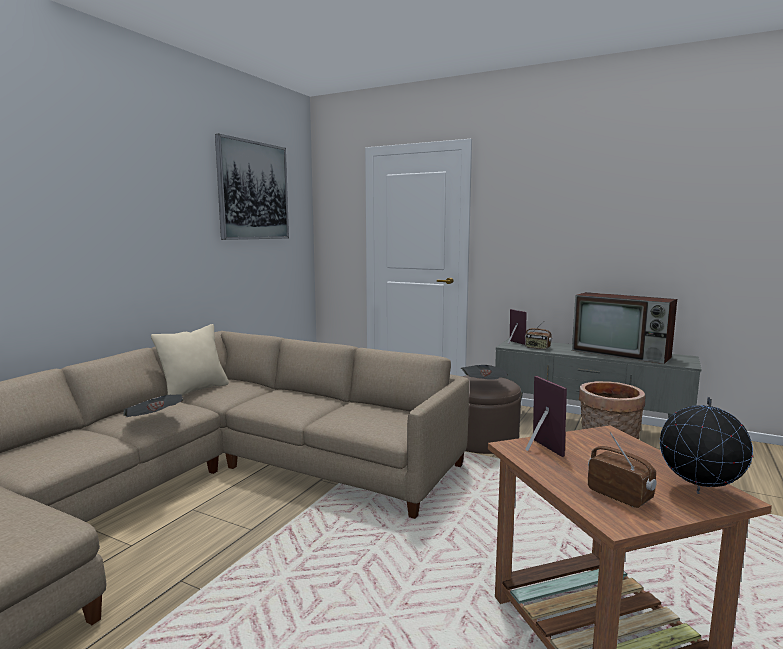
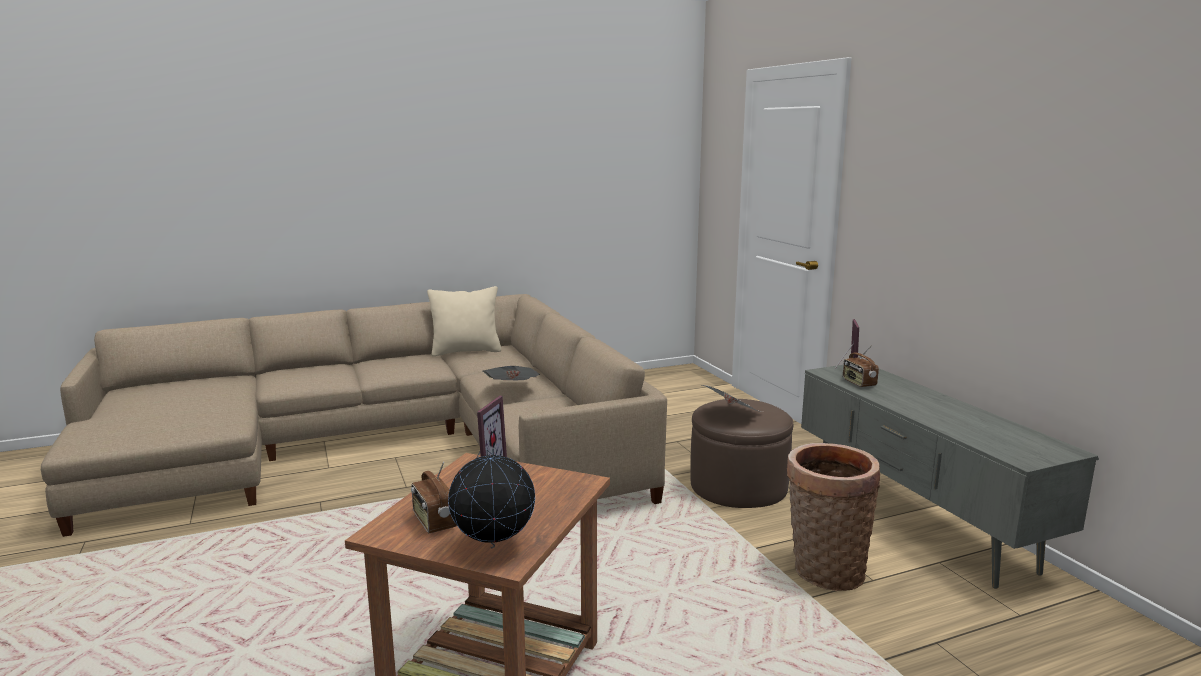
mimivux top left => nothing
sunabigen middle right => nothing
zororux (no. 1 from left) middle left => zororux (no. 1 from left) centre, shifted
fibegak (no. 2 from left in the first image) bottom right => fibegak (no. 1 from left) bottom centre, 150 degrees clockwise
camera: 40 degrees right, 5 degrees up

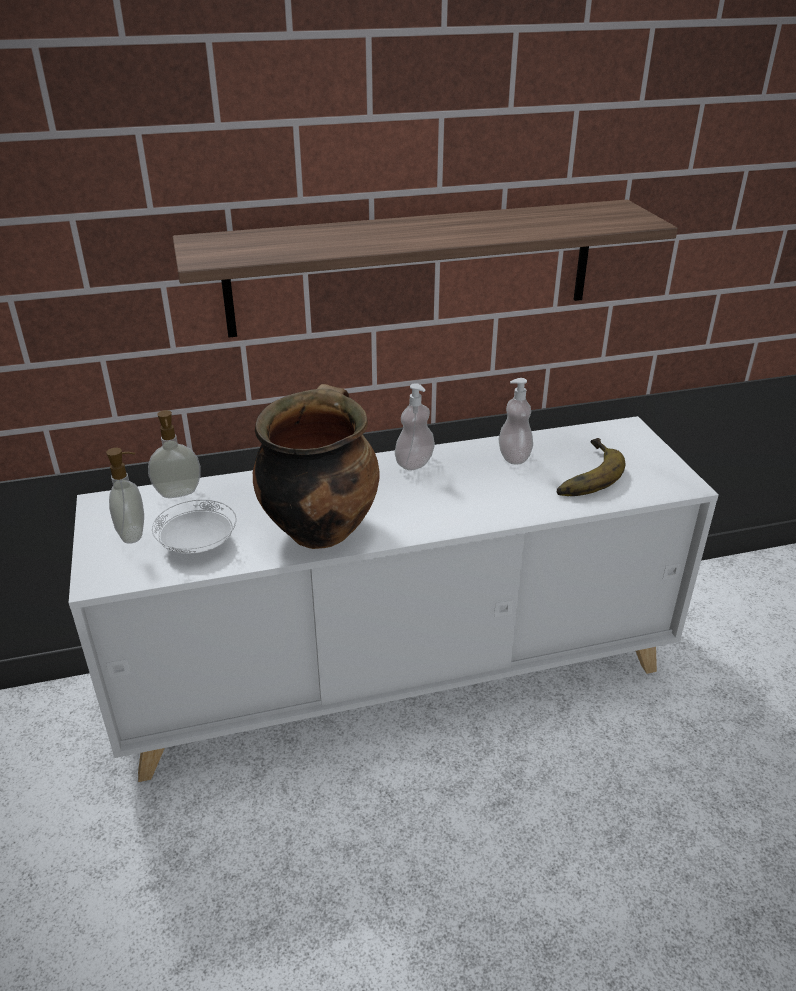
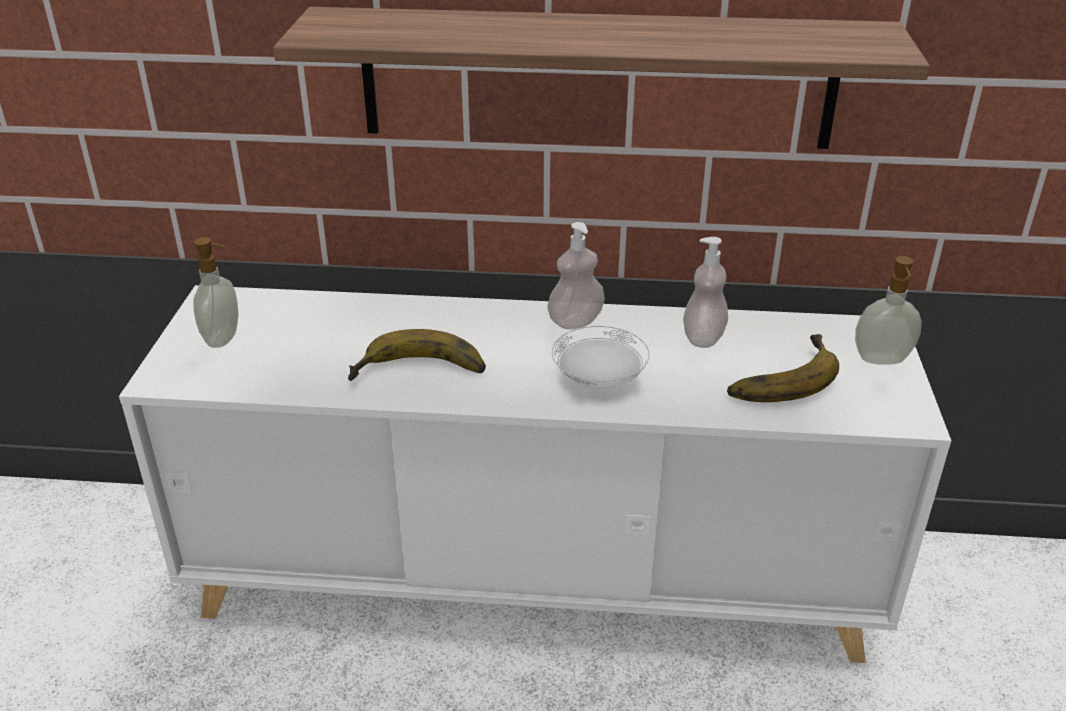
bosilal (no. 2 from left in the first image) middle left => bosilal (no. 4 from left) middle right, shifted
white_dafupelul middle left => white_dafupelul centre, shifted
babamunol centre => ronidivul (no. 1 from left) centre
camera: 20 degrees right, 0 degrees up

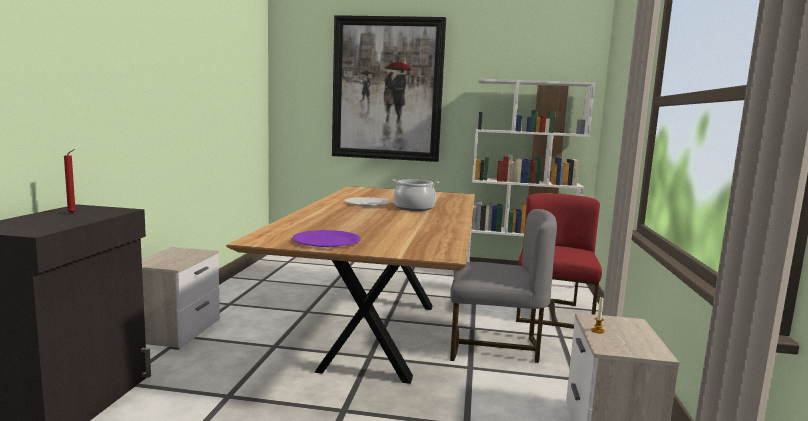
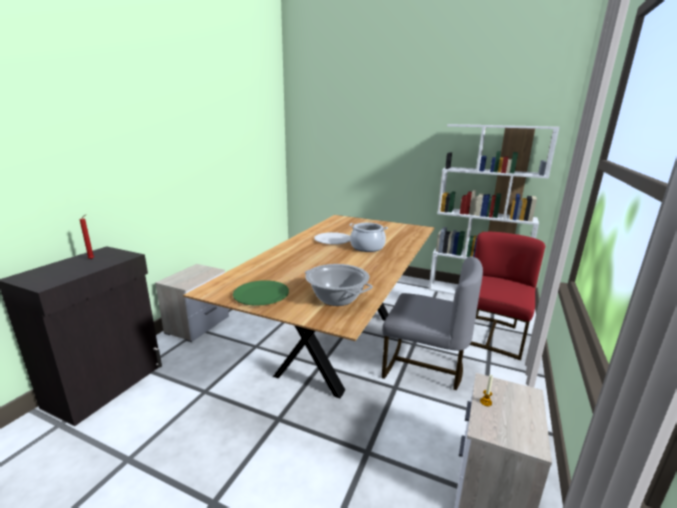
mimivux top centre => nothing
nothing => babamunol (no. 1 from left) centre
purple_dafupelul centre => green_dafupelul centre
camera: 15 degrees right, 10 degrees up

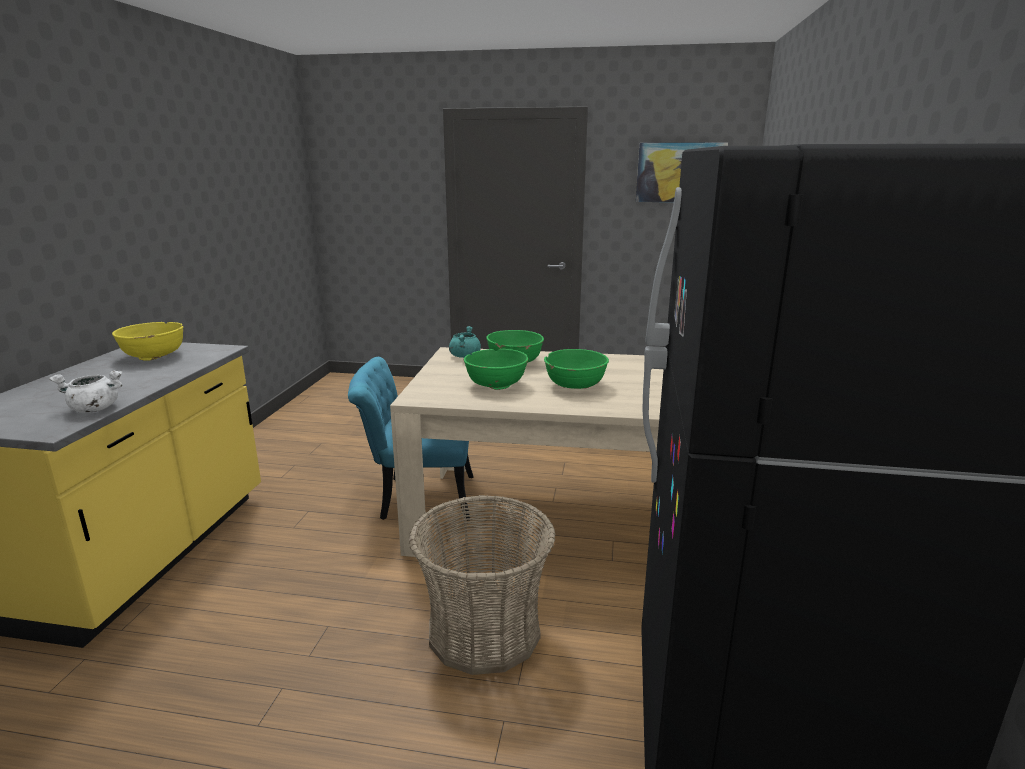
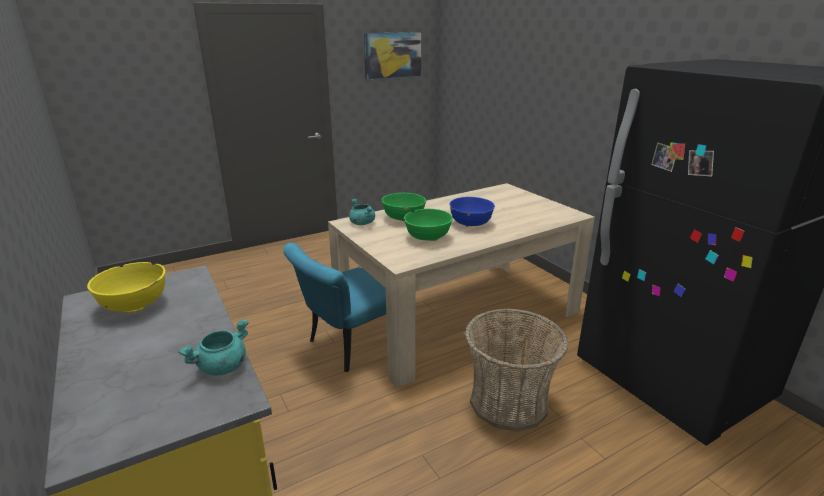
white_babamunol middle left => turquoise_babamunol (no. 1 from left) bottom left
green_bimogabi (no. 3 from left) centre => blue_bimogabi centre
camera: 40 degrees left, 5 degrees up

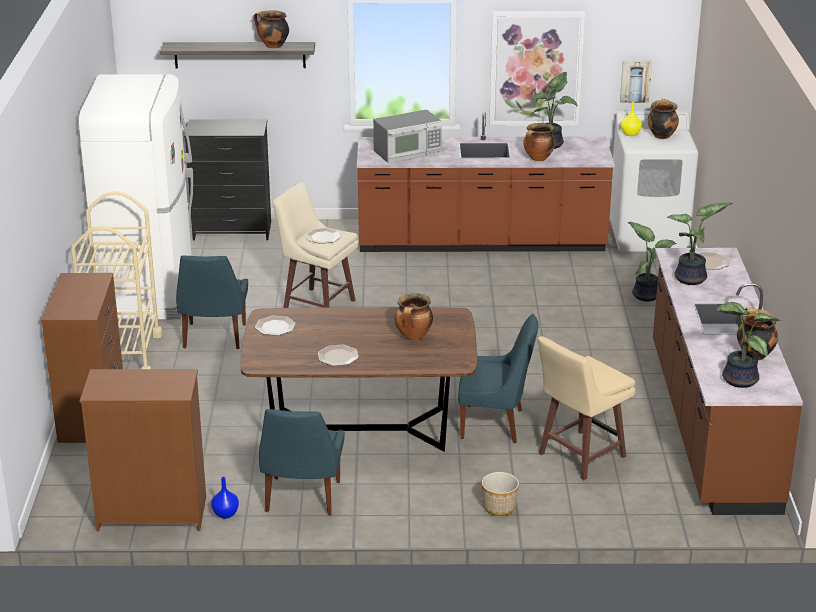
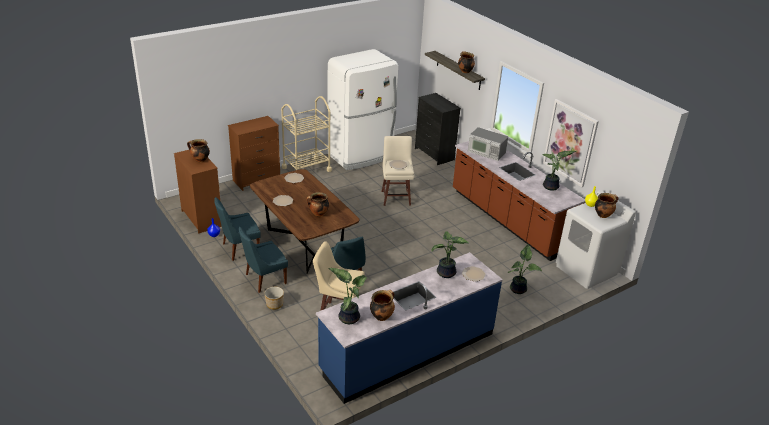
mimivux (no. 2 from left) top right => nothing
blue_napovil (no. 1 from left in the first image) middle left => blue_napovil (no. 2 from left) centre, shifted
babamunol (no. 3 from left in the first image) top centre => babamunol (no. 1 from left) middle left, shifted
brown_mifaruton (no. 2 from left) middle right => blue_mifaruton bottom centre
camera: 55 degrees right, 5 degrees up

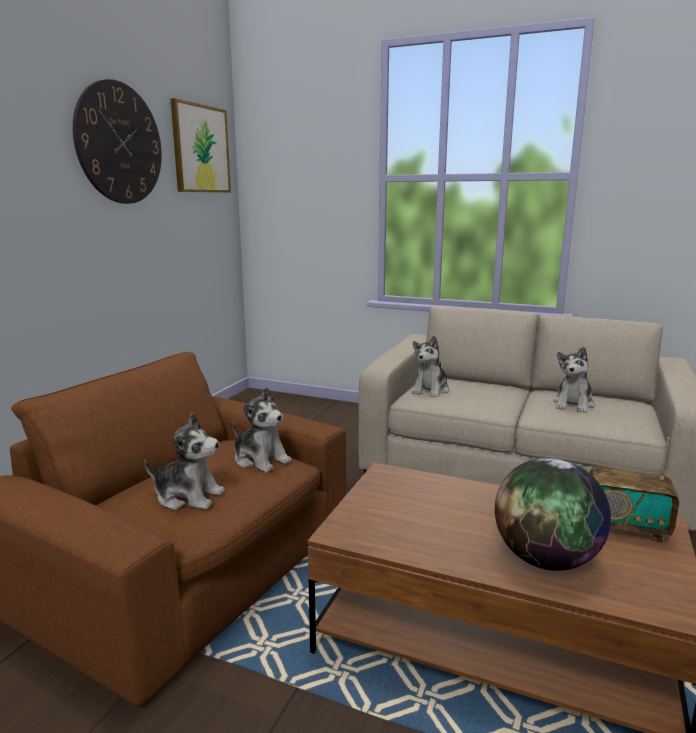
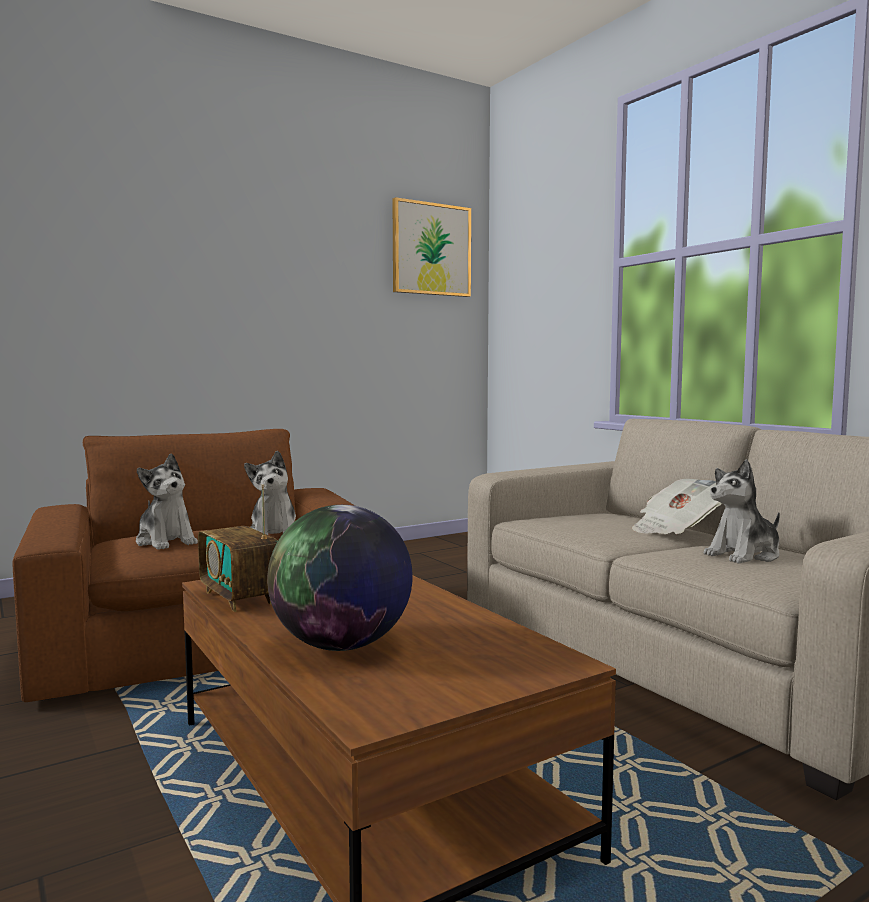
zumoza top left => nothing
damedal (no. 3 from left) centre => nothing
nothing => zororux middle right
fibegak bottom right => fibegak middle left, shifted
camera: 35 degrees right, 10 degrees down

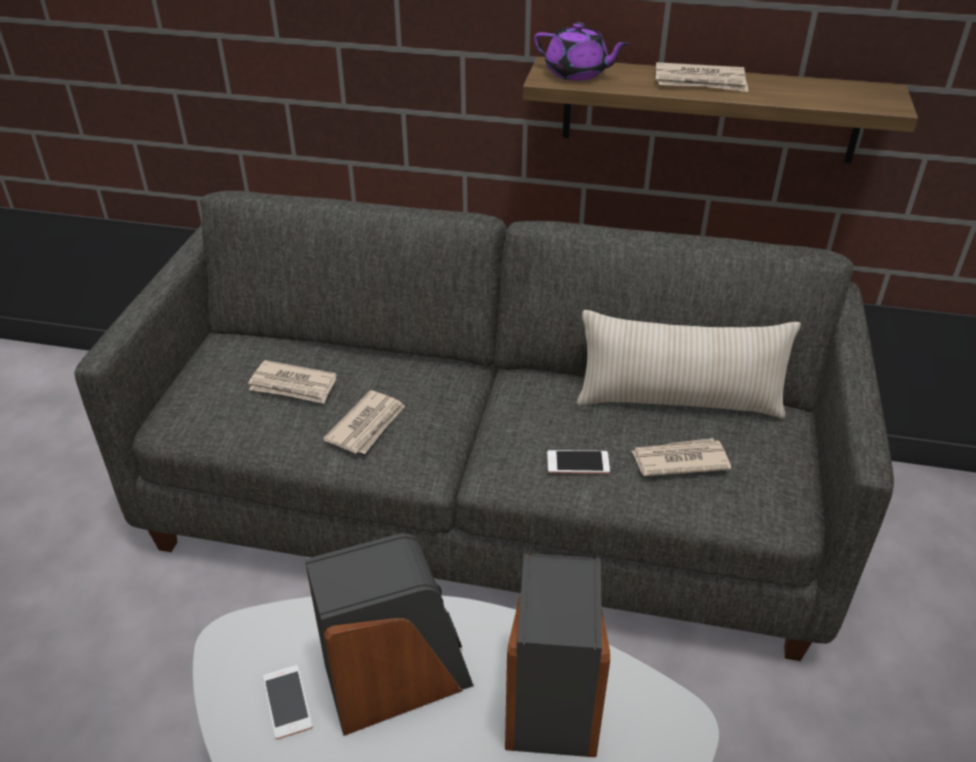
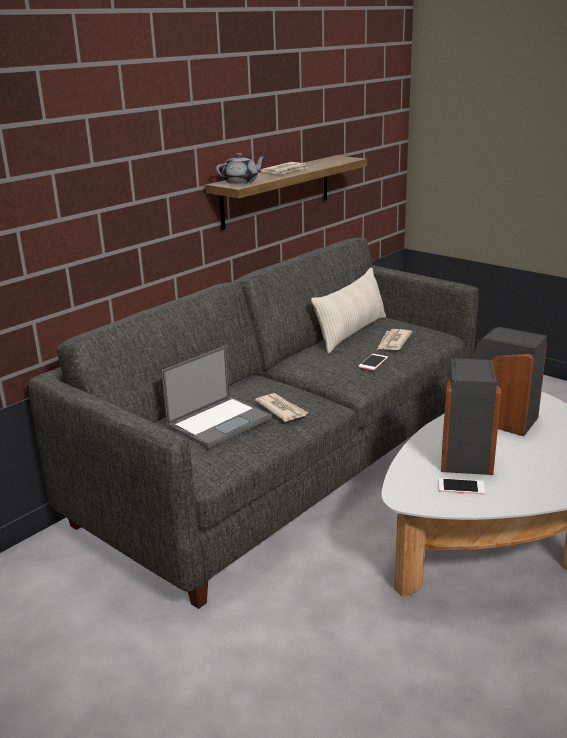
zororux (no. 1 from left) middle left => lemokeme centre
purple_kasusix top centre => grey_kasusix top centre
camera: 60 degrees left, 15 degrees down

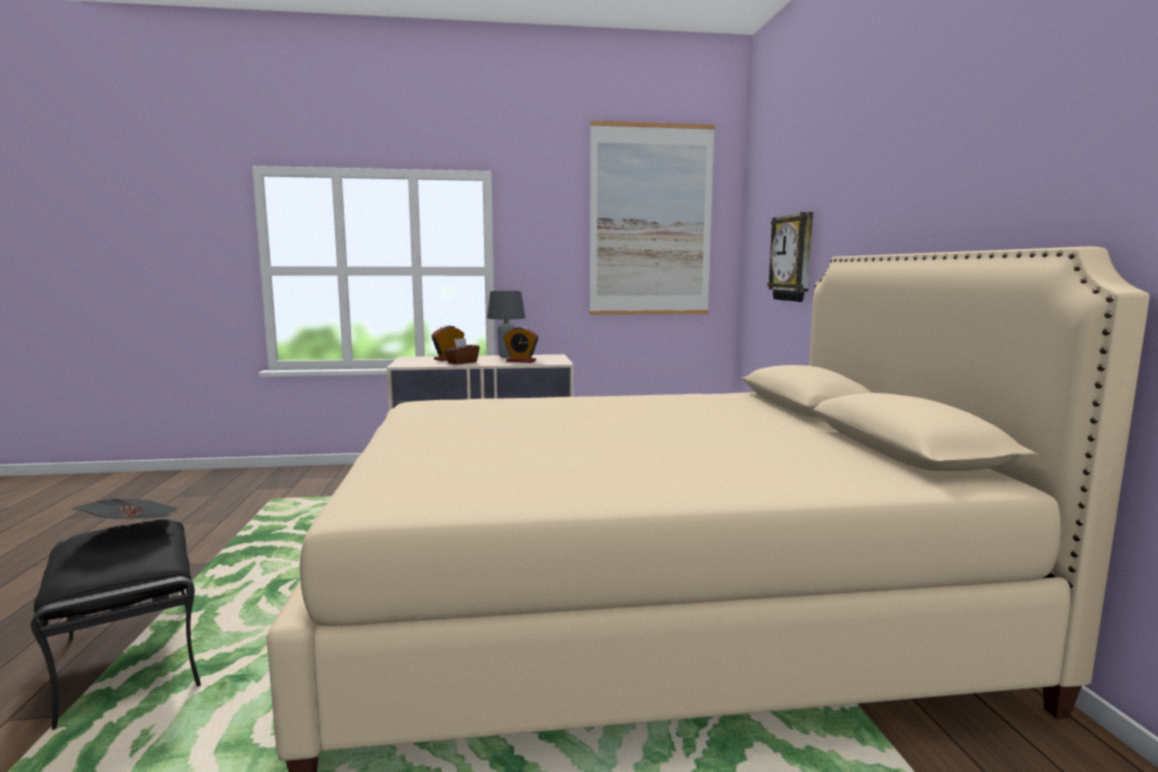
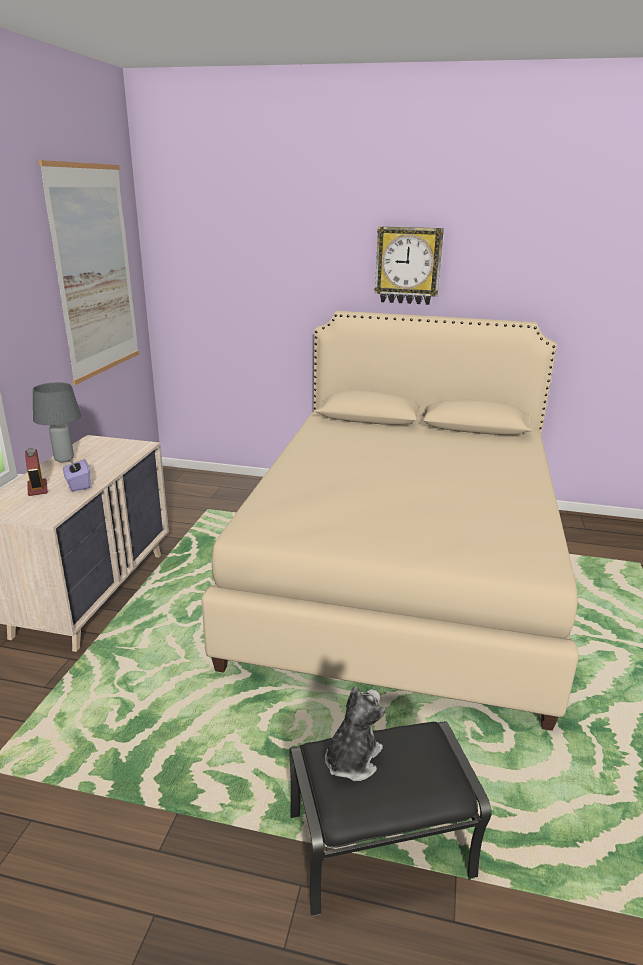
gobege (no. 2 from left) centre => nothing
zumoza top right => zumoza top centre, shifted
zororux middle left => damedal bottom centre
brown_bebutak centre => purple_bebutak middle left
camera: 70 degrees left, 15 degrees up

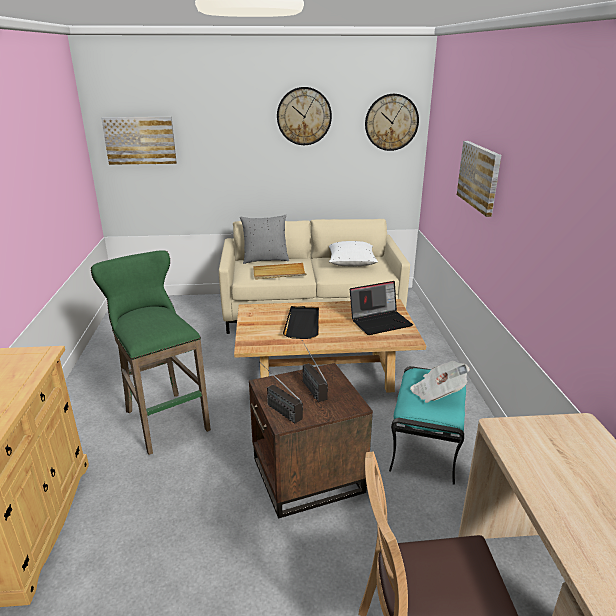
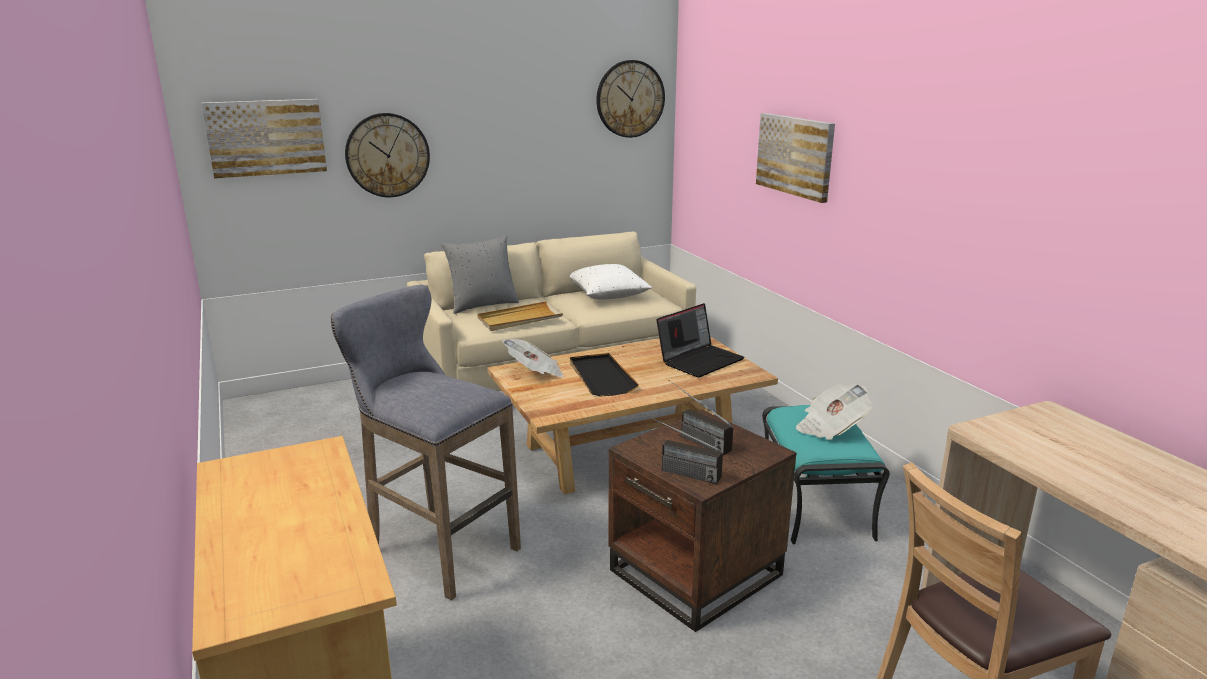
nothing => zororux (no. 1 from left) centre
zumoza (no. 1 from left) top centre => zumoza (no. 1 from left) top left, shifted
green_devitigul middle left => grey_devitigul centre
camera: 20 degrees left, 5 degrees down

